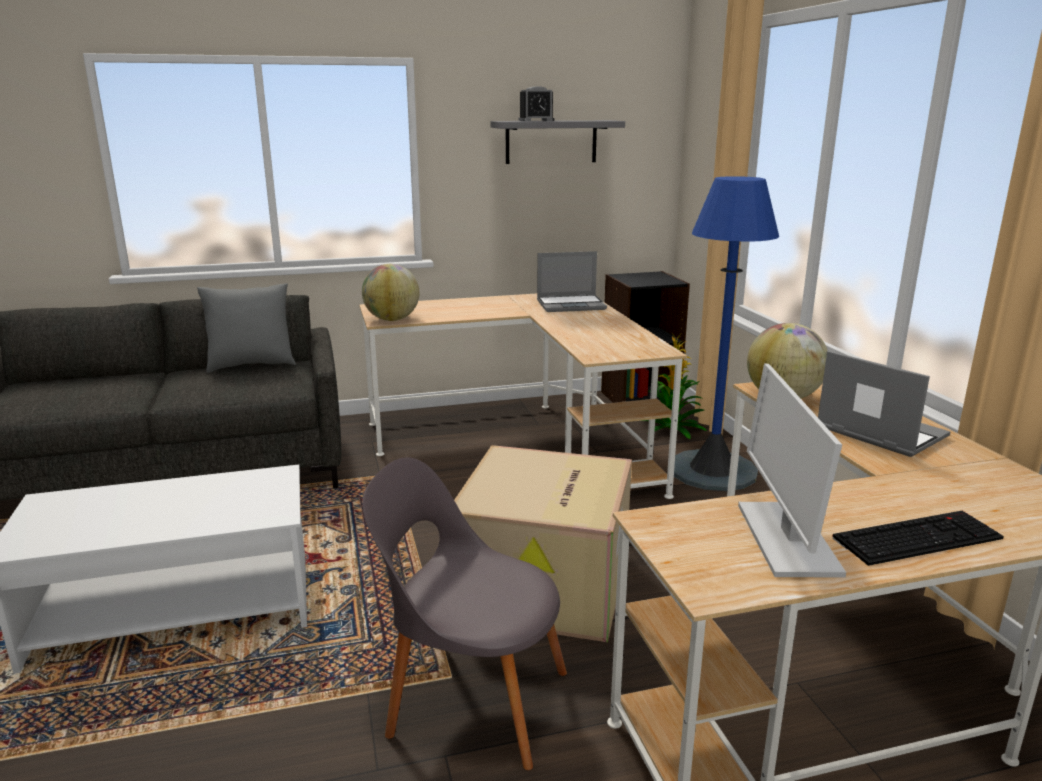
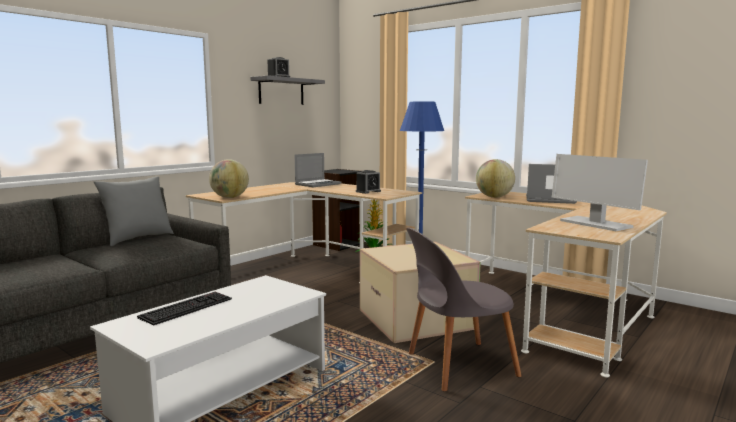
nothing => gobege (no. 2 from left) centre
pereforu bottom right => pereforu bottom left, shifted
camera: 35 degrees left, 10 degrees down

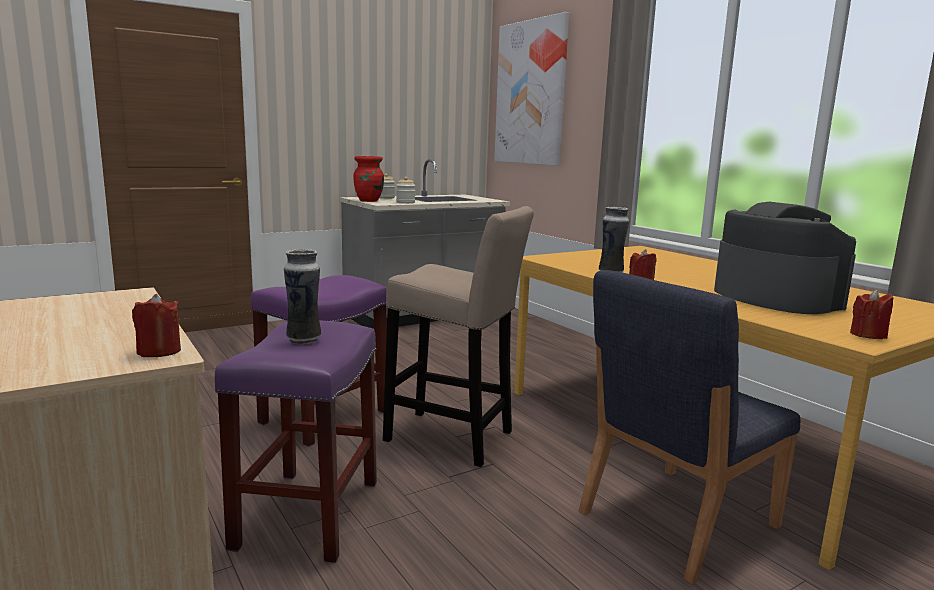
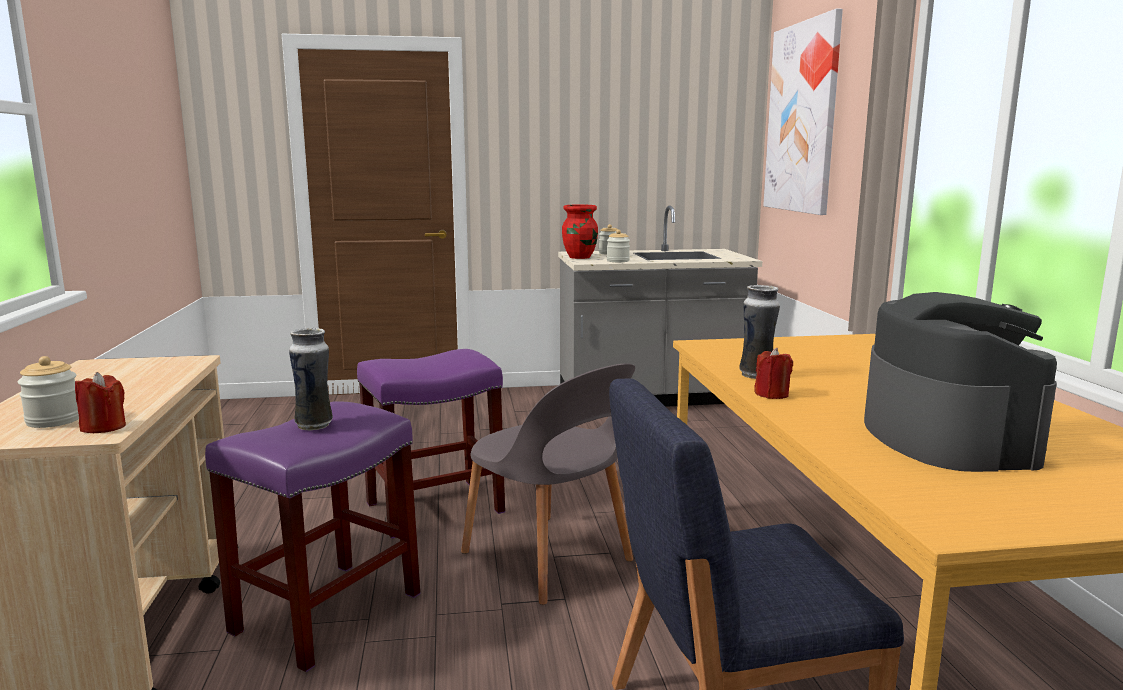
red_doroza (no. 3 from left) middle right => nothing
nothing => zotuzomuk (no. 1 from left) middle left
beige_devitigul centre => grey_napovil bottom centre
camera: 25 degrees right, 0 degrees up

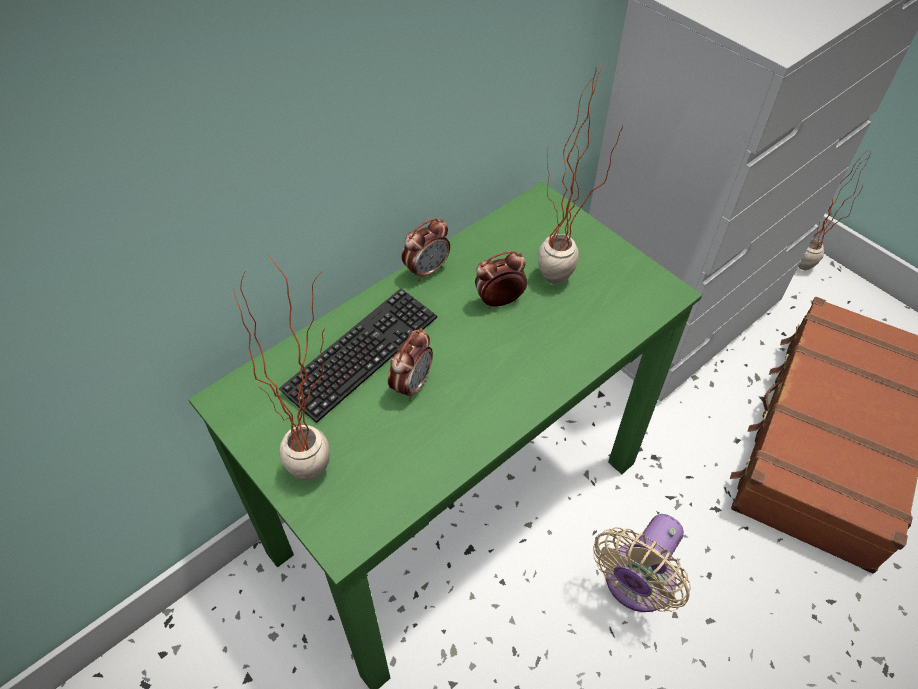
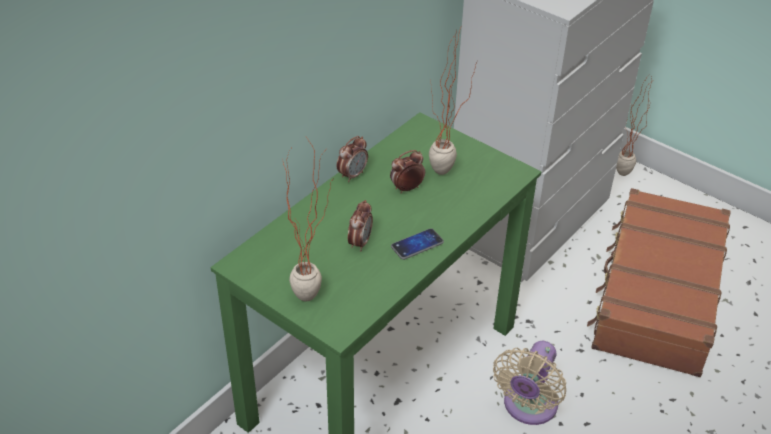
pereforu centre => nothing
nothing => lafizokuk centre
camera: 10 degrees left, 10 degrees down

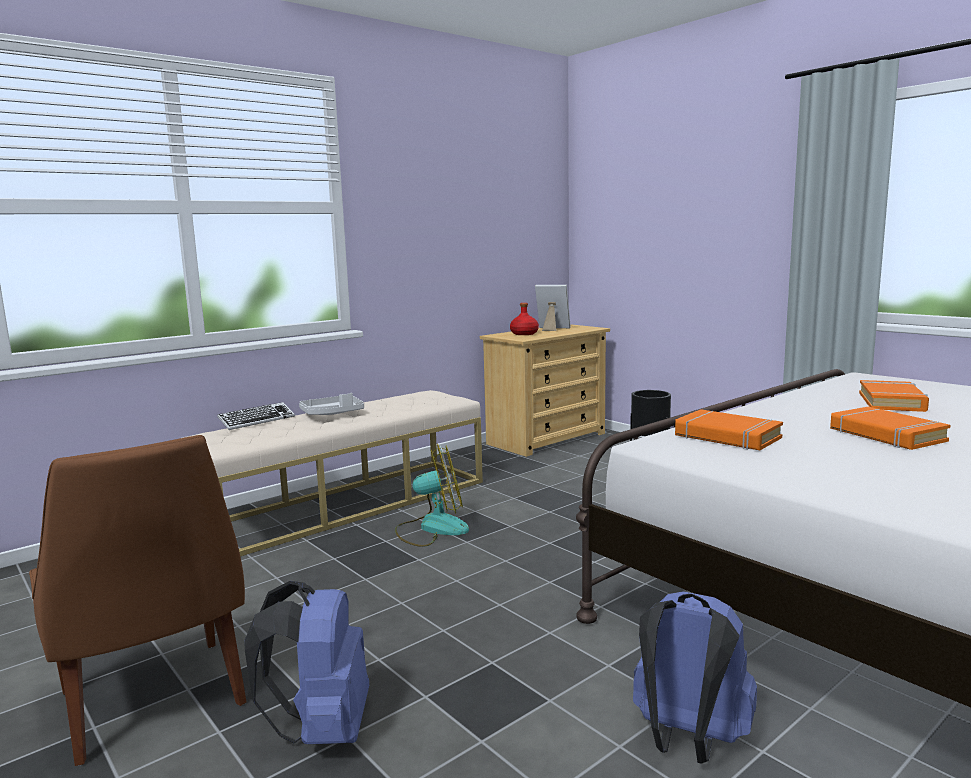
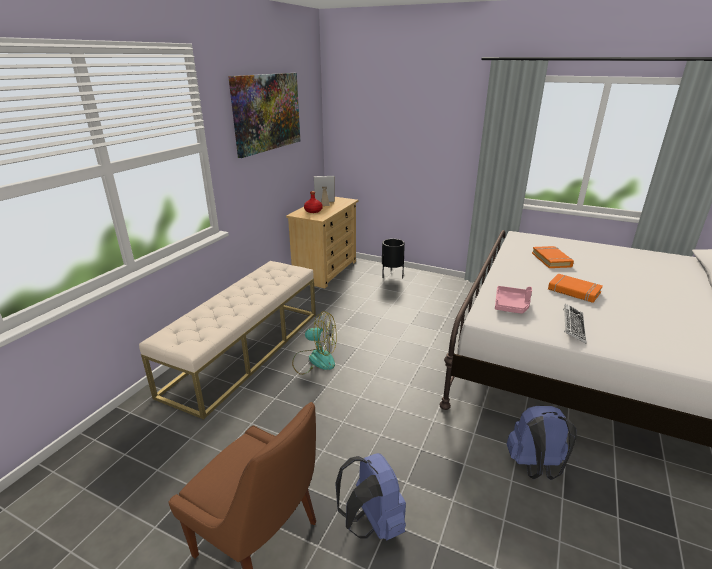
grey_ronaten centre => nothing
nothing => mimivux top centre
pereforu middle left => pereforu middle right, shifted
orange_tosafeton (no. 1 from left) middle right => pink_ronaten middle right
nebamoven centre, 45 degrees clockwise
camera: 25 degrees left, 15 degrees up

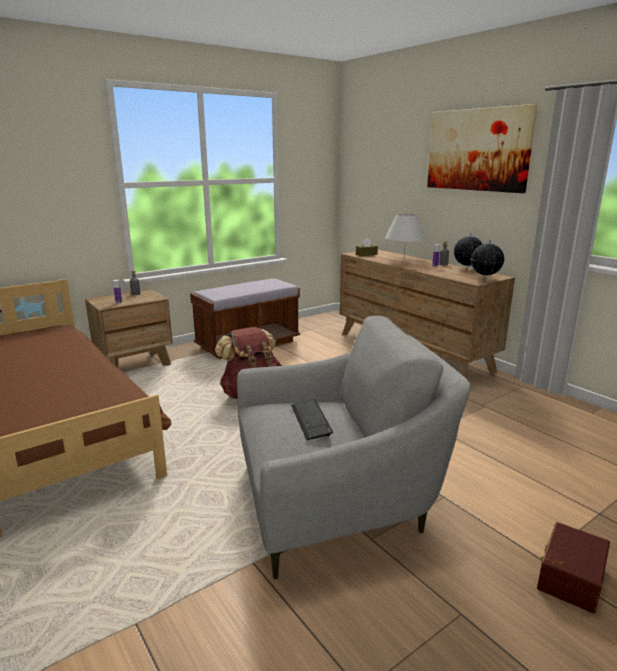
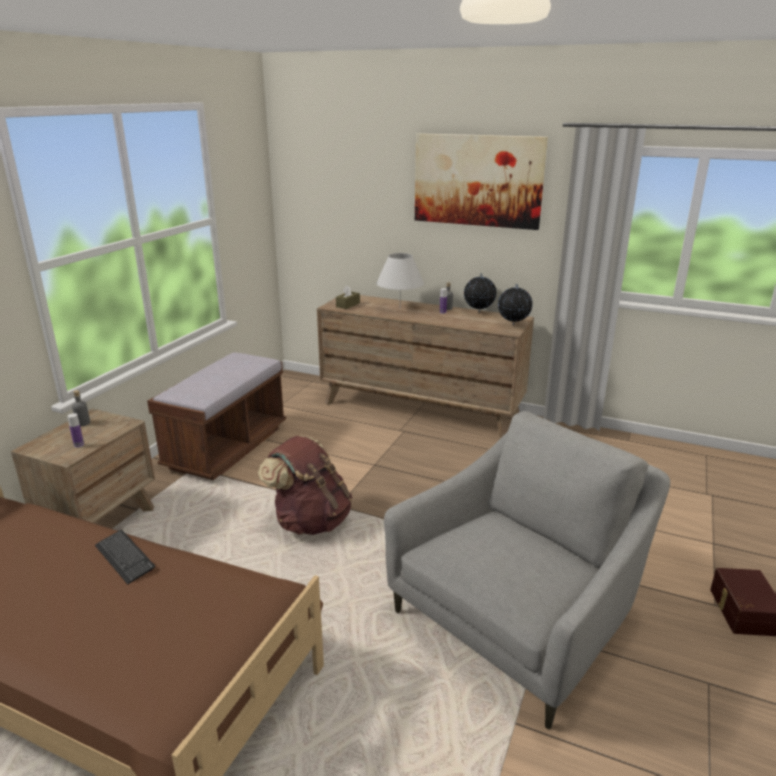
pereforu centre => pereforu bottom left, shifted
camera: 30 degrees left, 5 degrees up

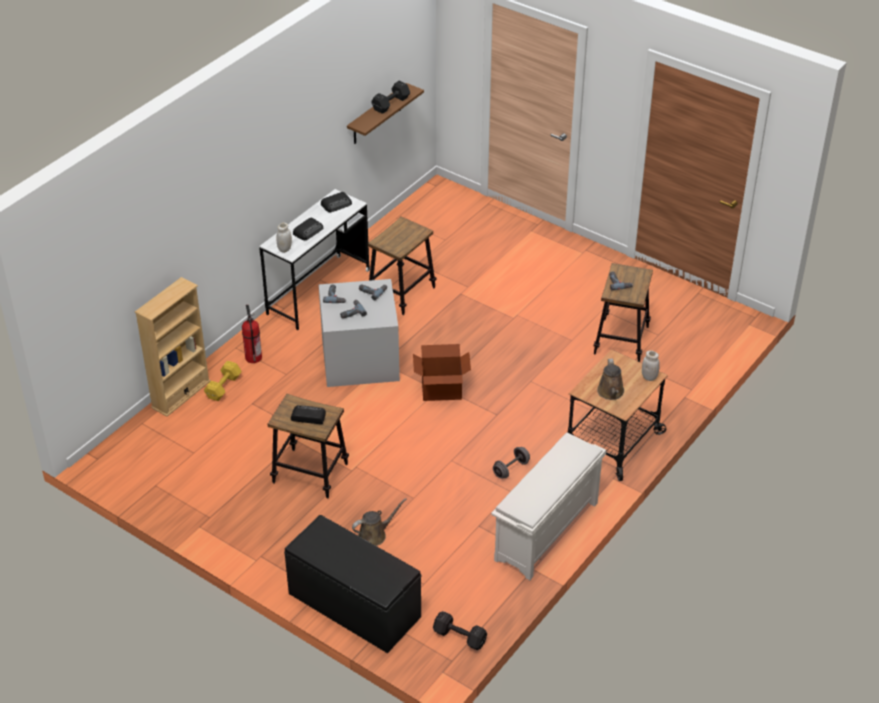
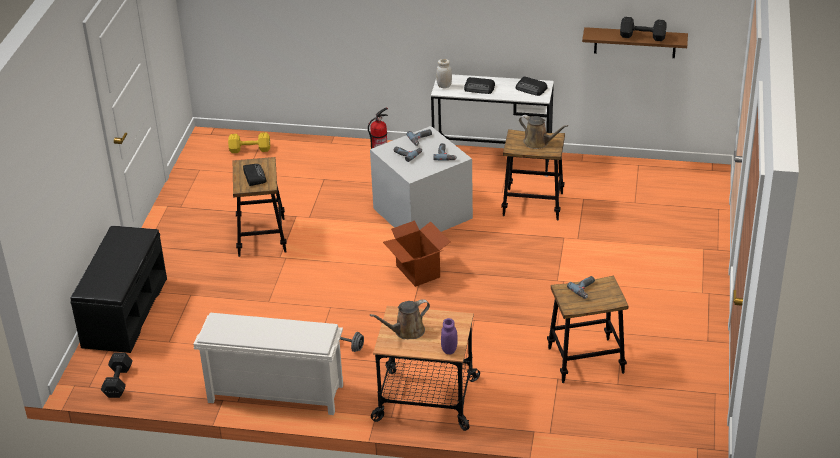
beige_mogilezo middle left => nothing
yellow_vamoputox middle left => yellow_vamoputox top left, shifted
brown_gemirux (no. 1 from left in the first image) bottom centre => brown_gemirux (no. 2 from left) top centre, shifted
white_zotuzomuk (no. 2 from left) middle right => purple_zotuzomuk bottom centre
camera: 65 degrees right, 5 degrees down

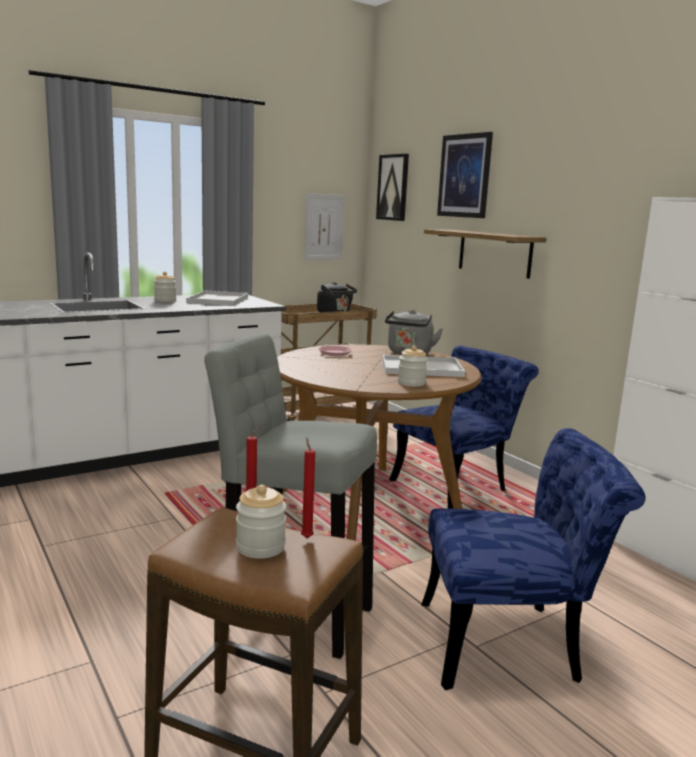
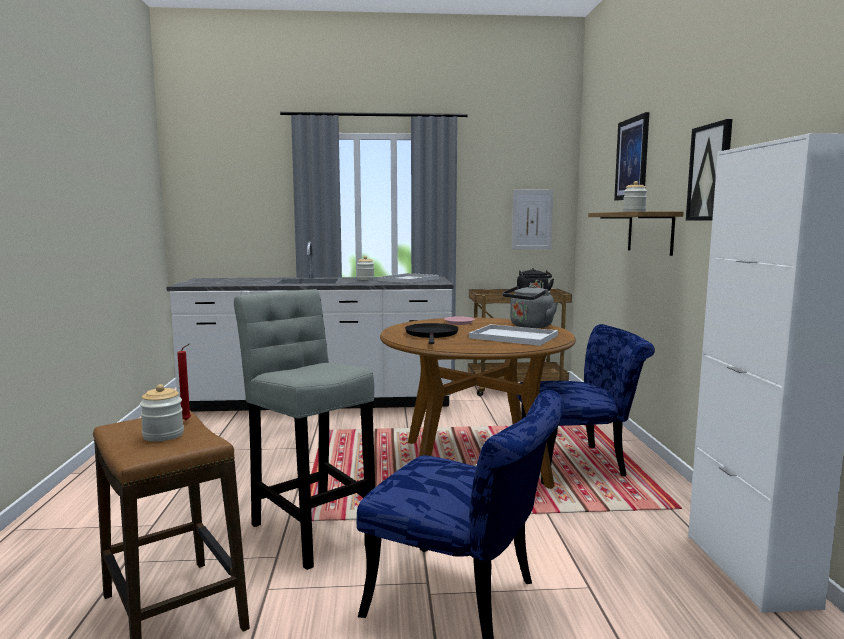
red_doroza (no. 2 from left) centre => nothing
nothing => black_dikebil centre
mimivux (no. 2 from left in the first image) top centre => mimivux (no. 3 from left) top right, shifted
zotuzomuk (no. 3 from left) centre => zotuzomuk (no. 3 from left) top right, shifted
camera: 30 degrees right, 5 degrees down

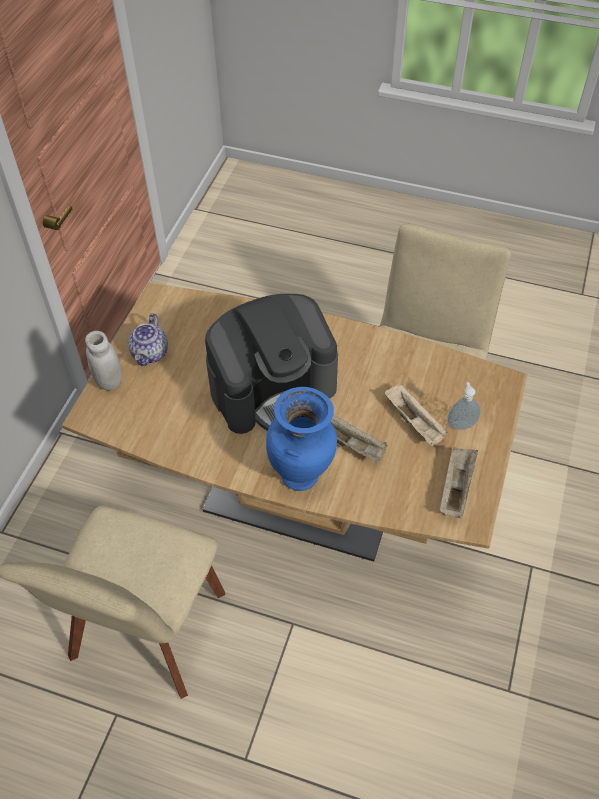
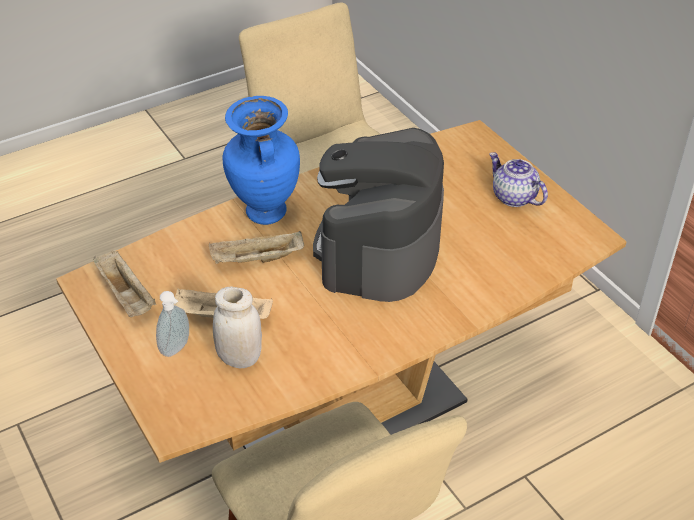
white_zotuzomuk middle left => white_zotuzomuk centre, shifted
camera: 130 degrees right, 10 degrees down

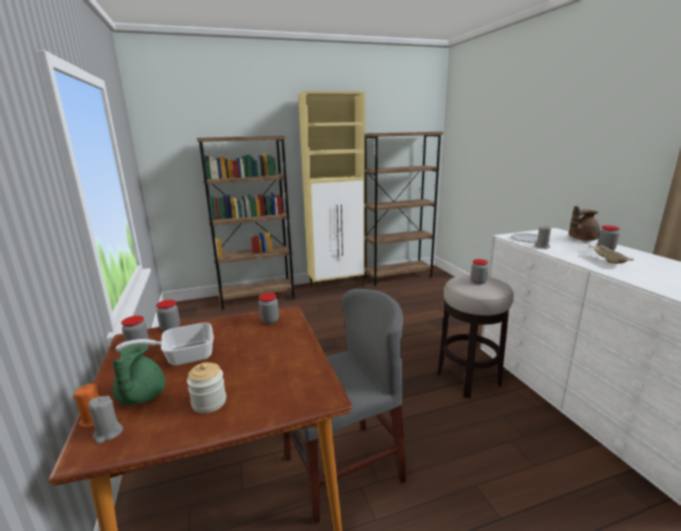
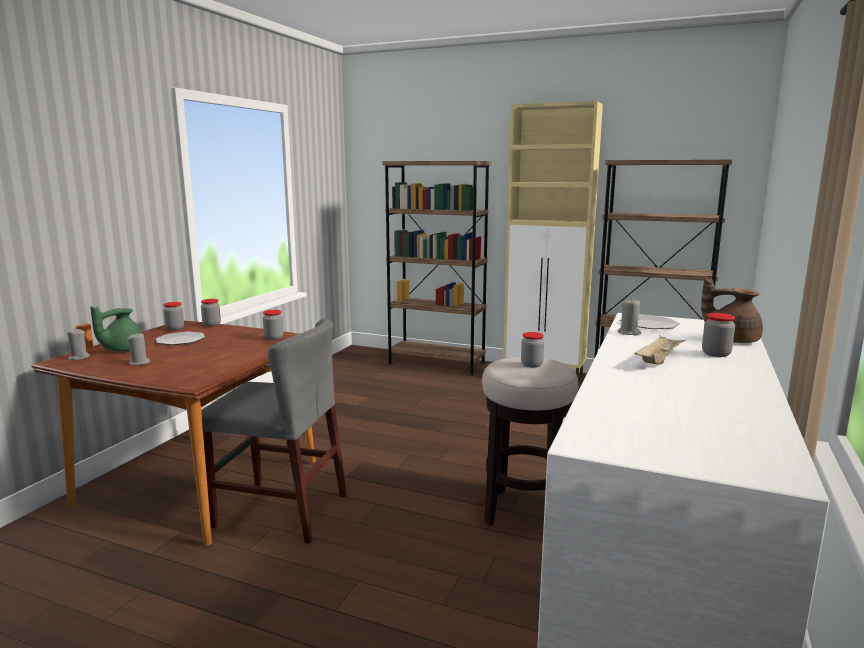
dikebil middle left => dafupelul (no. 1 from left) middle left
zotuzomuk (no. 3 from left) bottom left => grey_doroza (no. 2 from left) middle left
camera: 40 degrees right, 5 degrees down

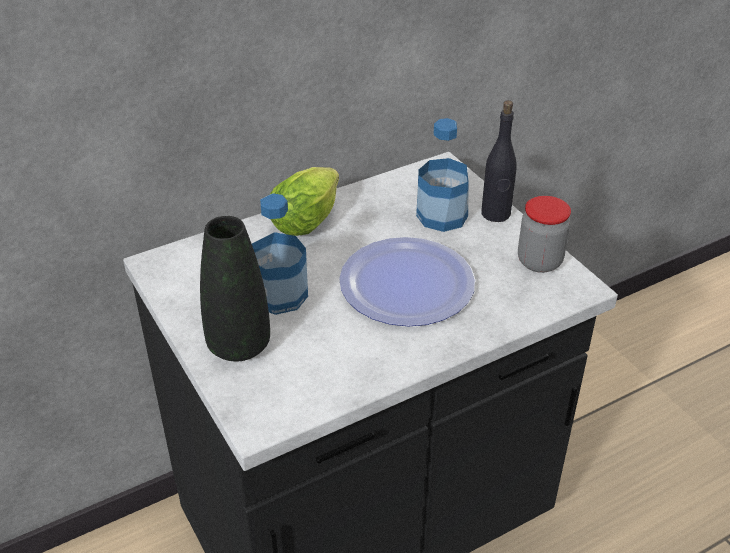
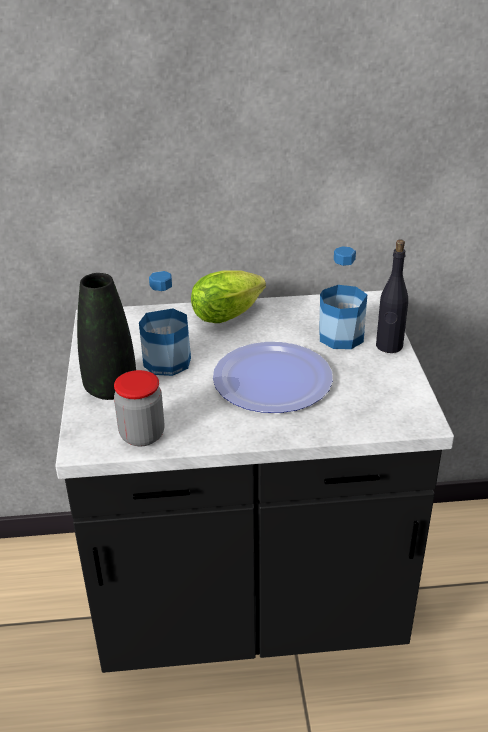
zotuzomuk middle right => zotuzomuk middle left, shifted
camera: 25 degrees right, 5 degrees down

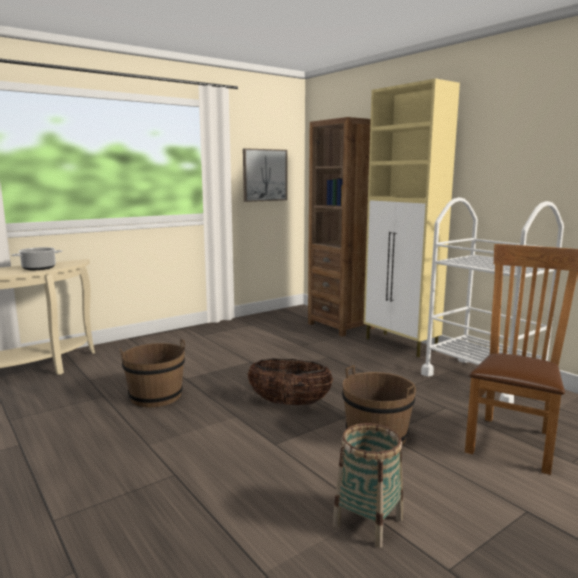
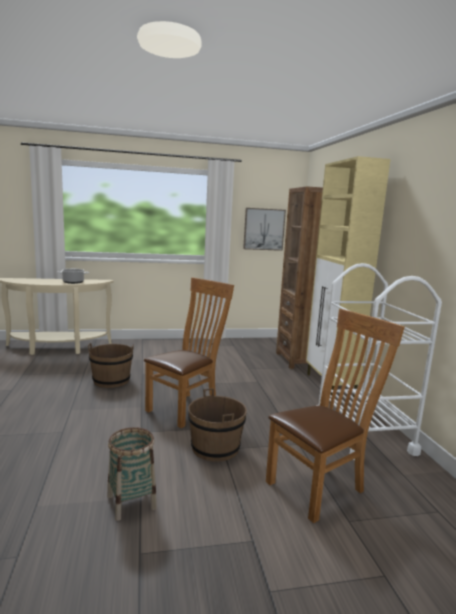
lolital (no. 1 from left) centre => brown_napovil (no. 1 from left) centre
camera: 25 degrees right, 0 degrees up

